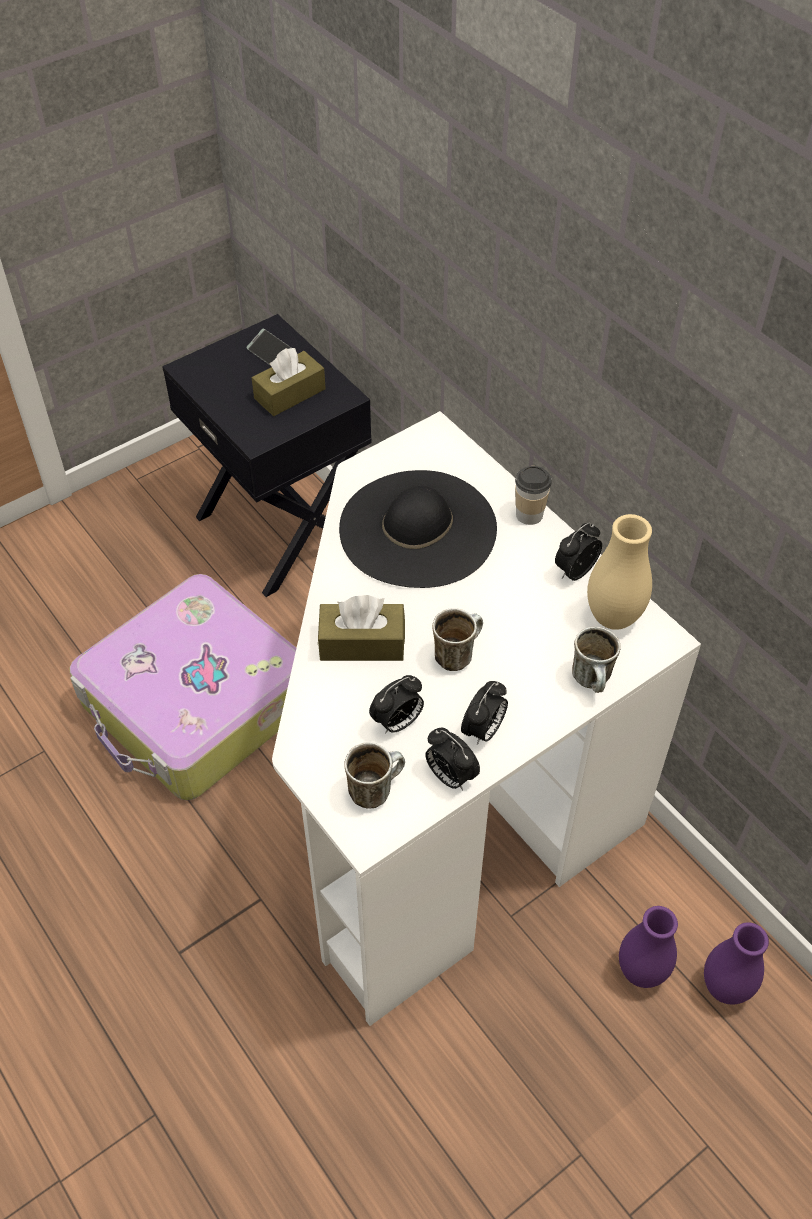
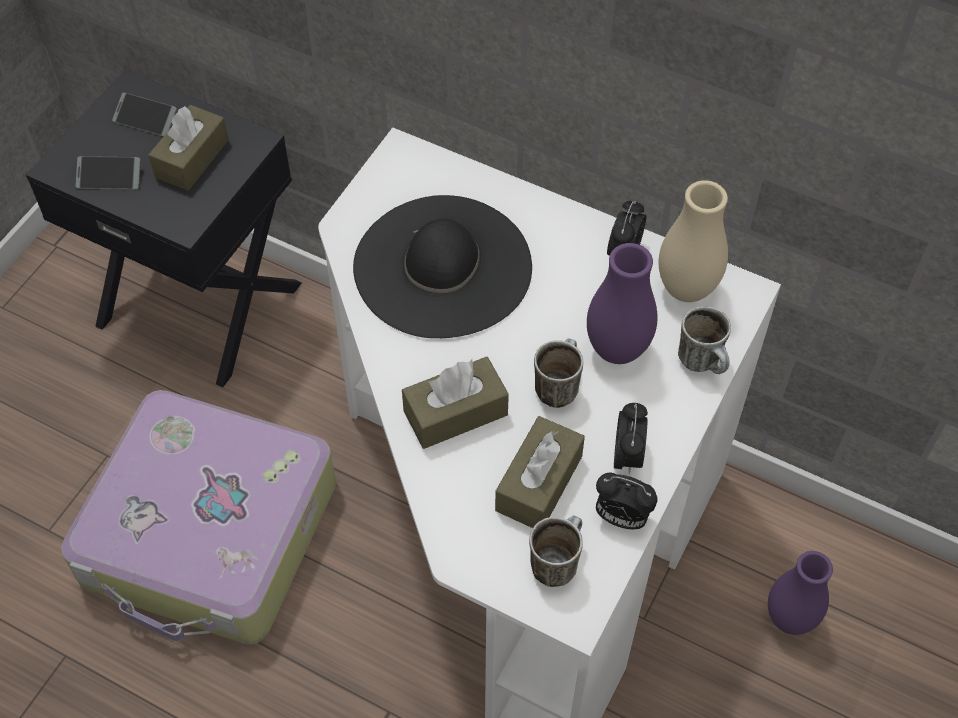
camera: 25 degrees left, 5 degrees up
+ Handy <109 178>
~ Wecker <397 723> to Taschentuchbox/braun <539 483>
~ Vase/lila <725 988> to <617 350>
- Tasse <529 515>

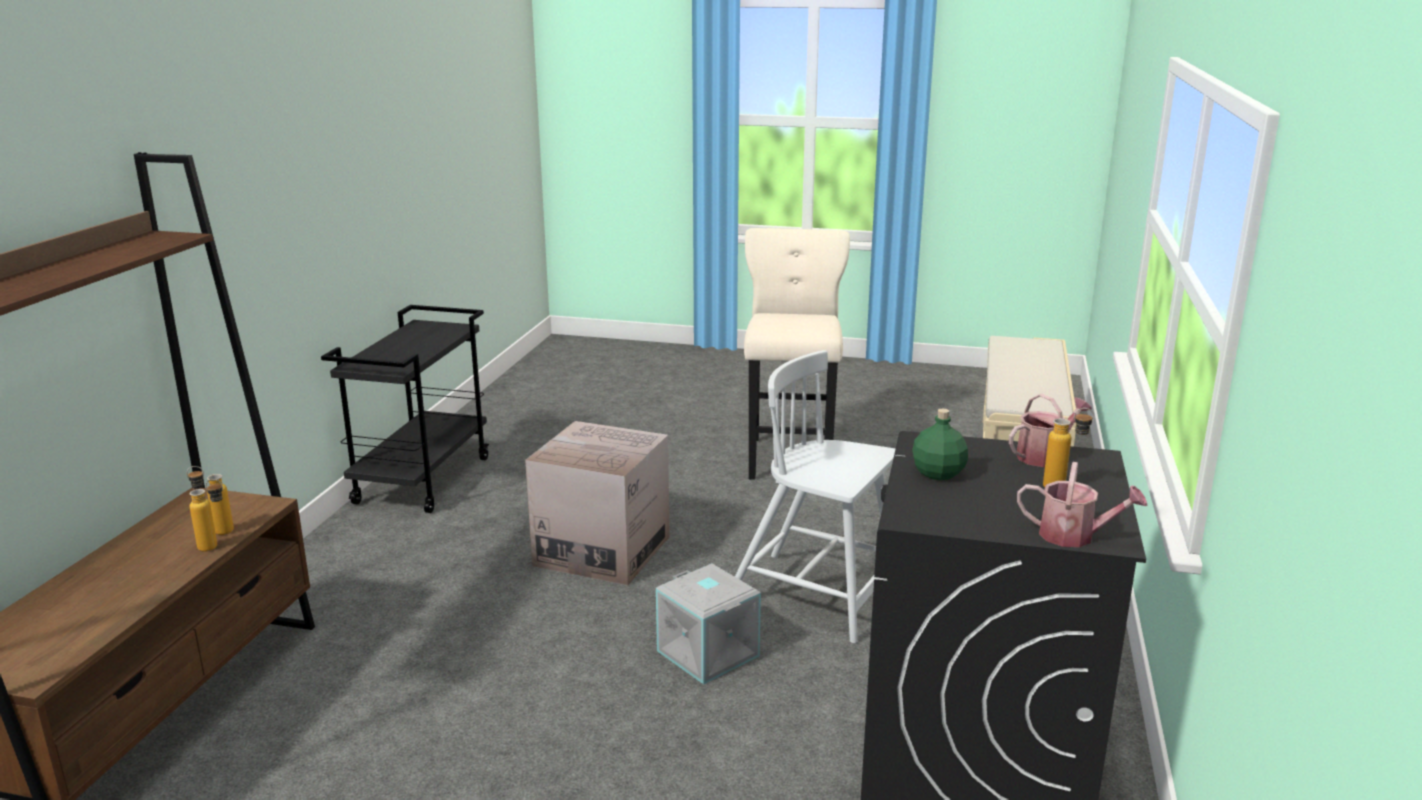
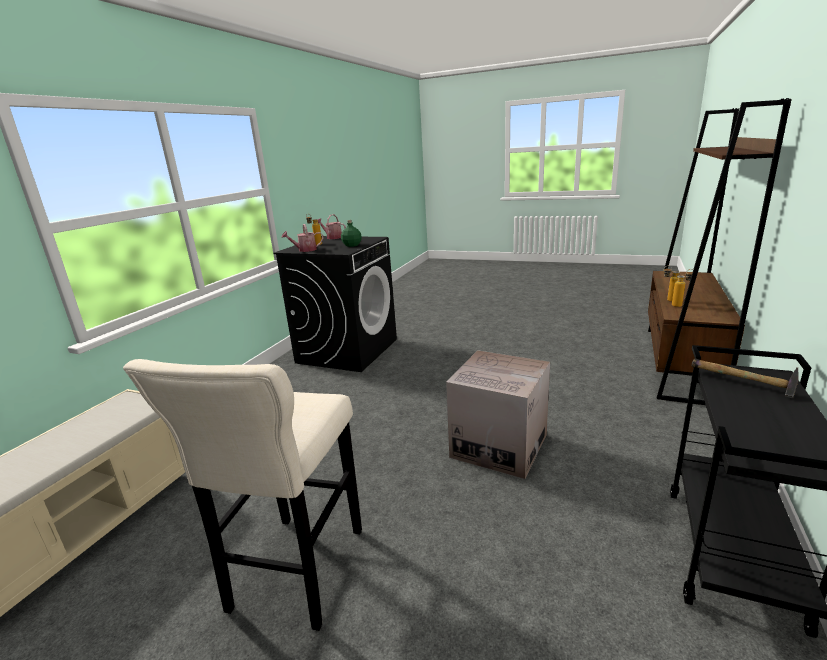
camera: 170 degrees left, 0 degrees up
+ Hammer <743 384>
- Aufbewahrungsbox/grau <709 653>
- Stuhl/weiß <815 597>

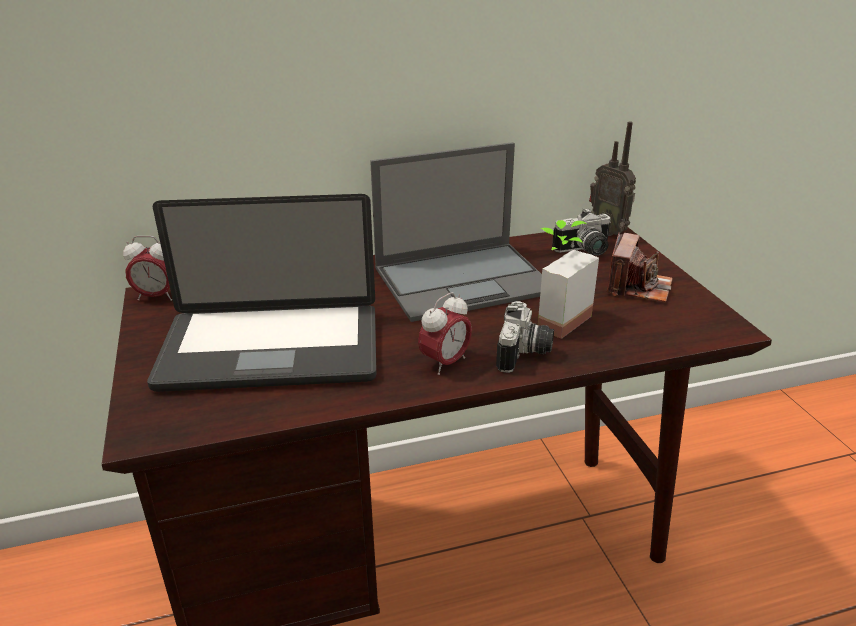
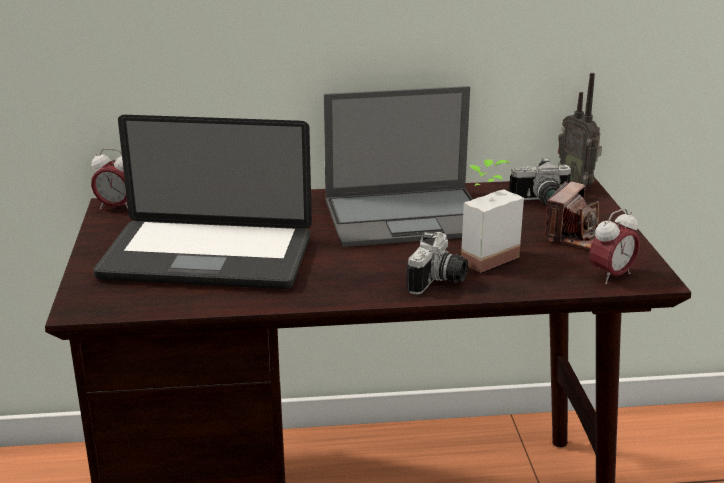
camera: 10 degrees right, 5 degrees down
~ Wecker <445 363> to <611 276>

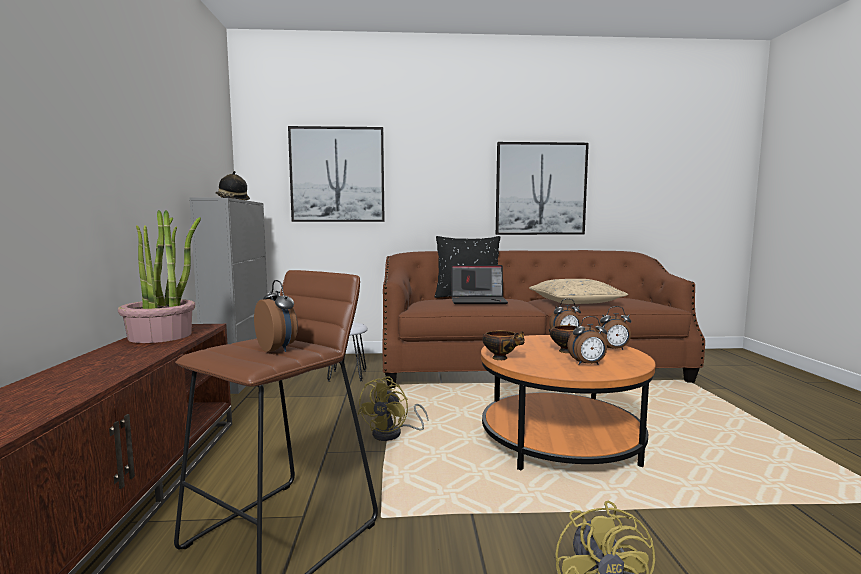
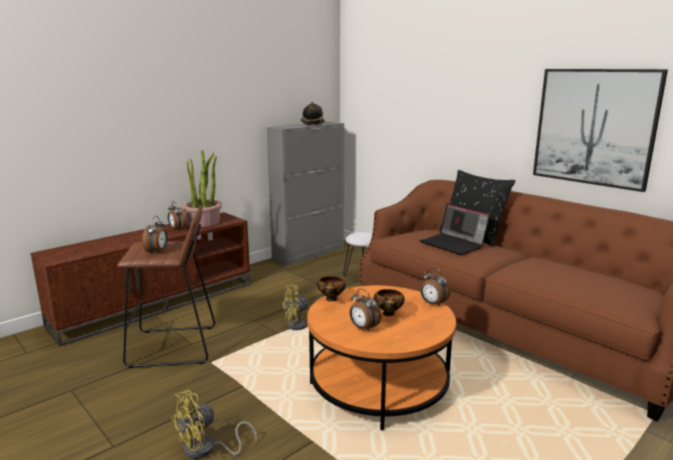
camera: 50 degrees right, 10 degrees up
~ Wecker <613 349> to <177 229>
- Bild <337 175>
- Kissen/beige <574 302>

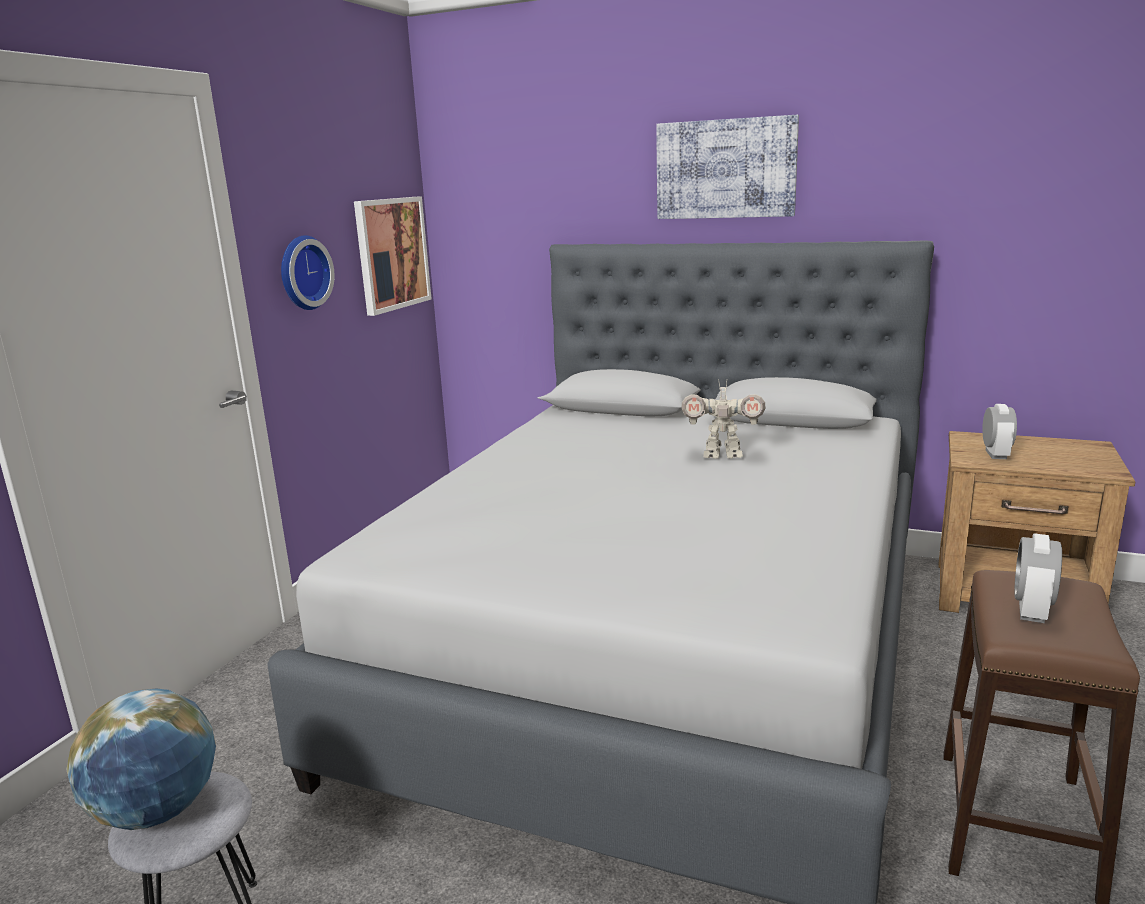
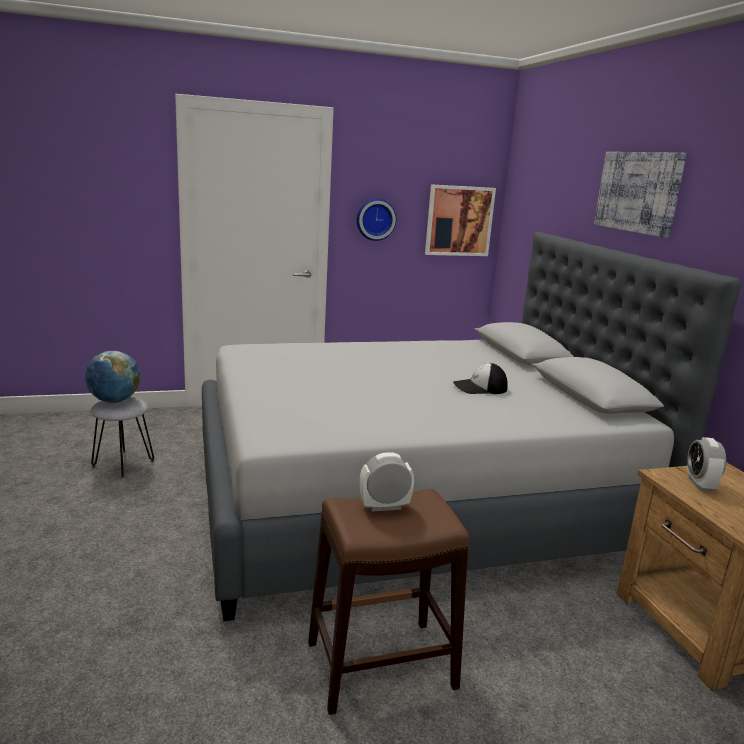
camera: 50 degrees right, 0 degrees up
~ Spielzeugroboter <722 455> to Kappe <480 388>
~ Wecker <995 454> = <700 484> 120 degrees clockwise

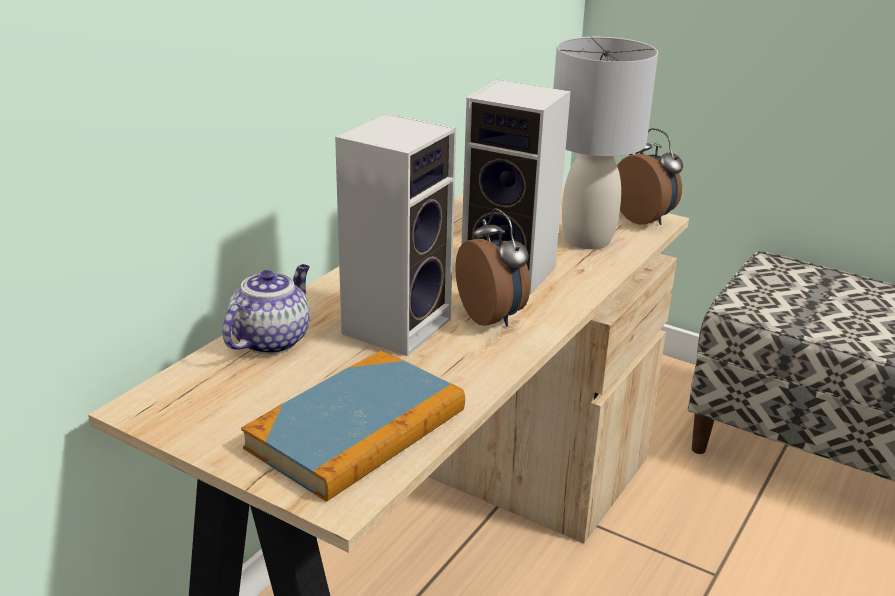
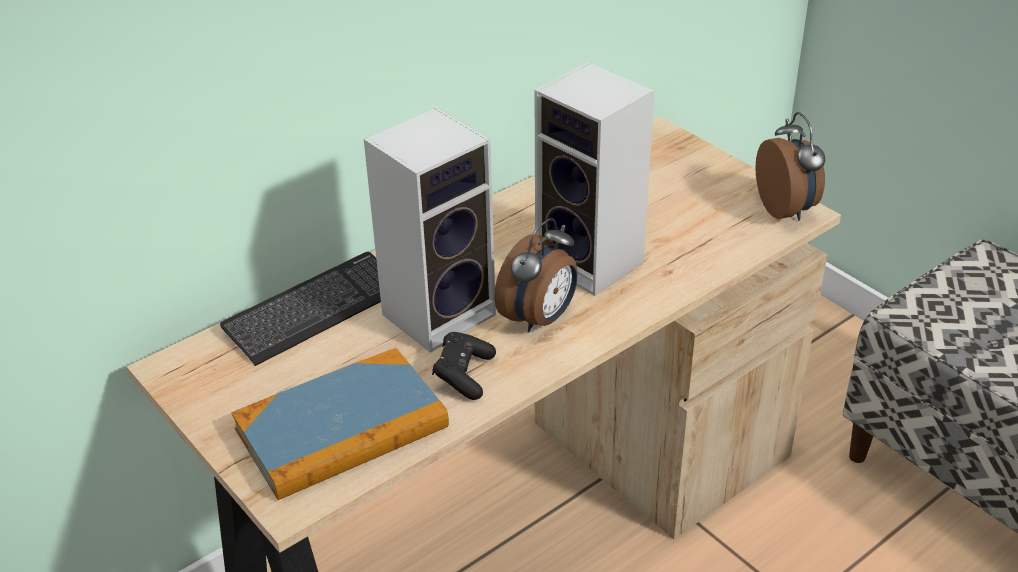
camera: 20 degrees right, 10 degrees up
~ Teekanne <271 340> to Tastatur <315 310>
+ Gamepad/schwarz <463 375>
~ Wecker <493 317> = <540 319> 45 degrees clockwise
- Tischlampe/grau <586 239>

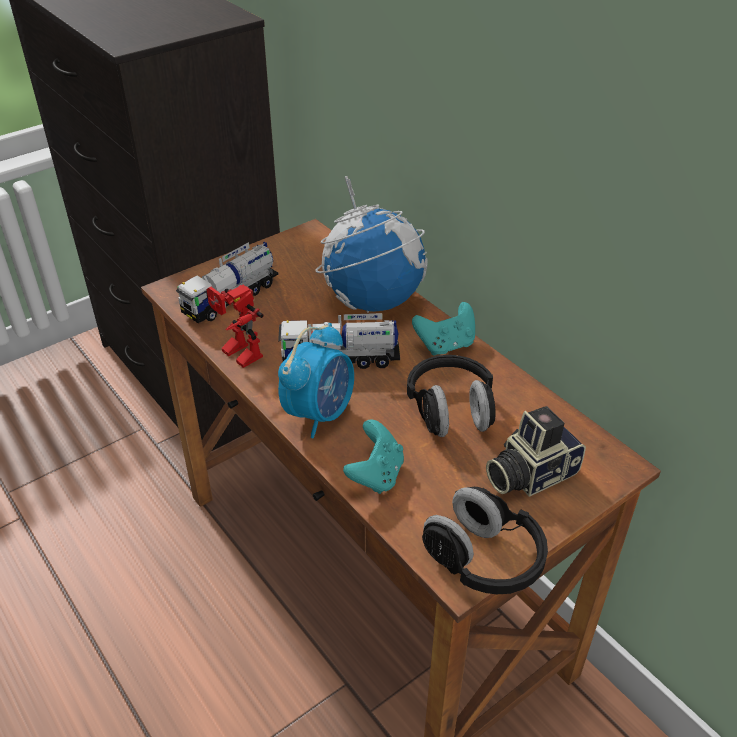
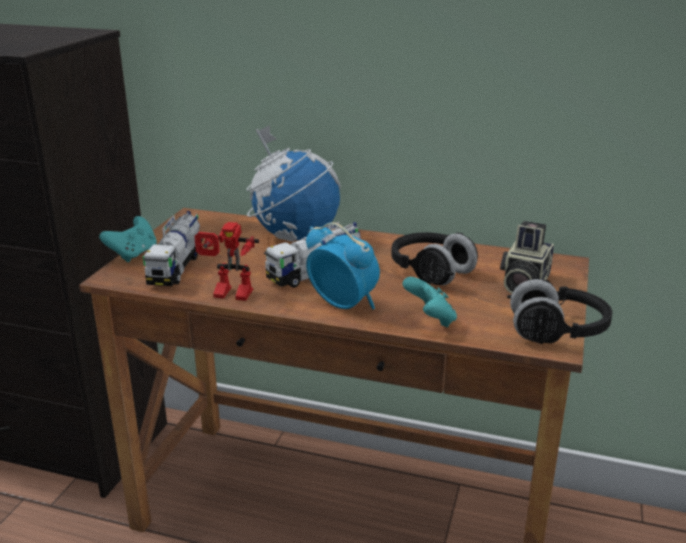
camera: 35 degrees left, 15 degrees down
~ Gamepad/türkis <445 345> to <133 254>
~ Wecker <320 413> = <343 304> 45 degrees counterclockwise

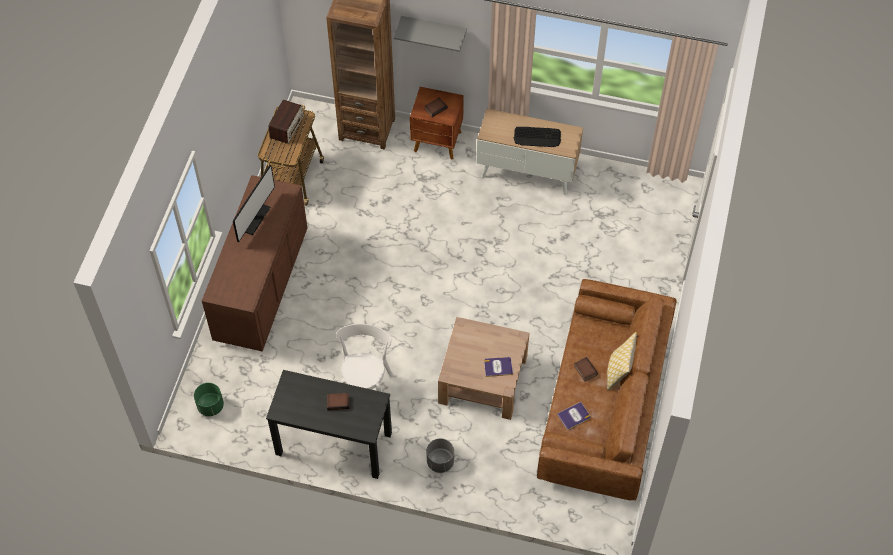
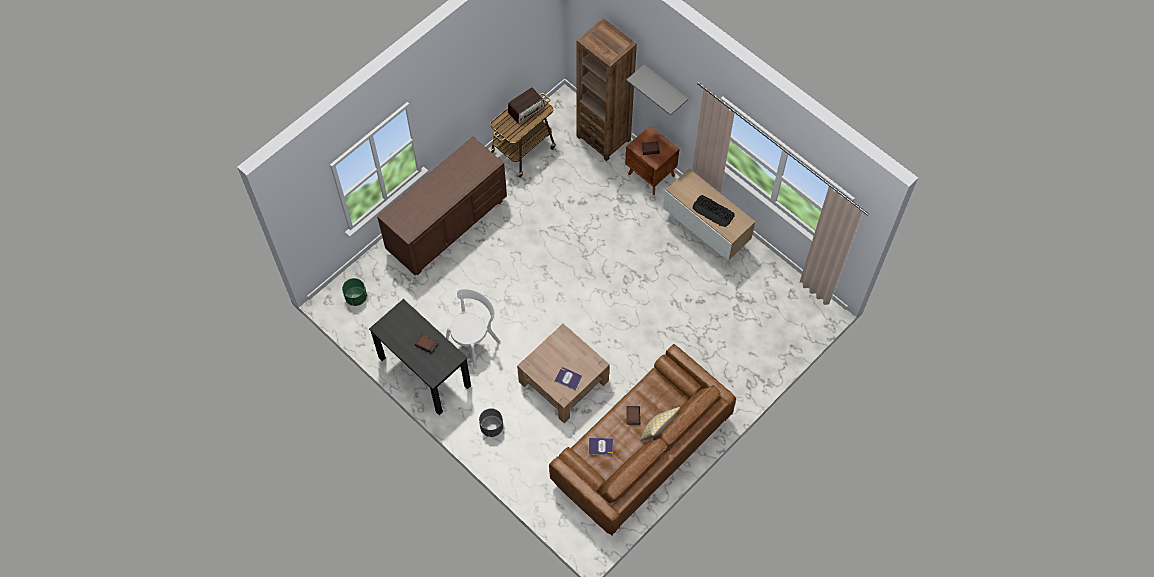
camera: 30 degrees right, 5 degrees up
- Monitor <254 218>

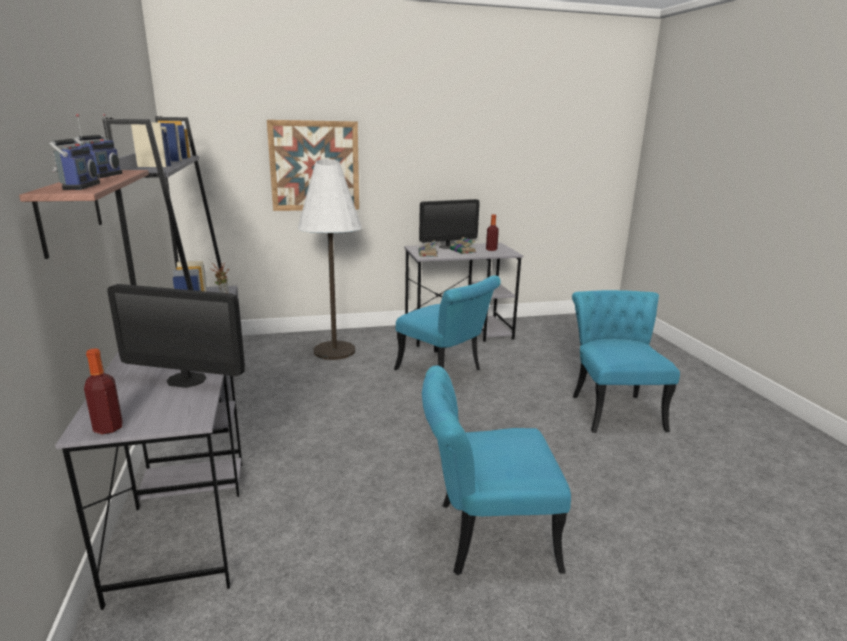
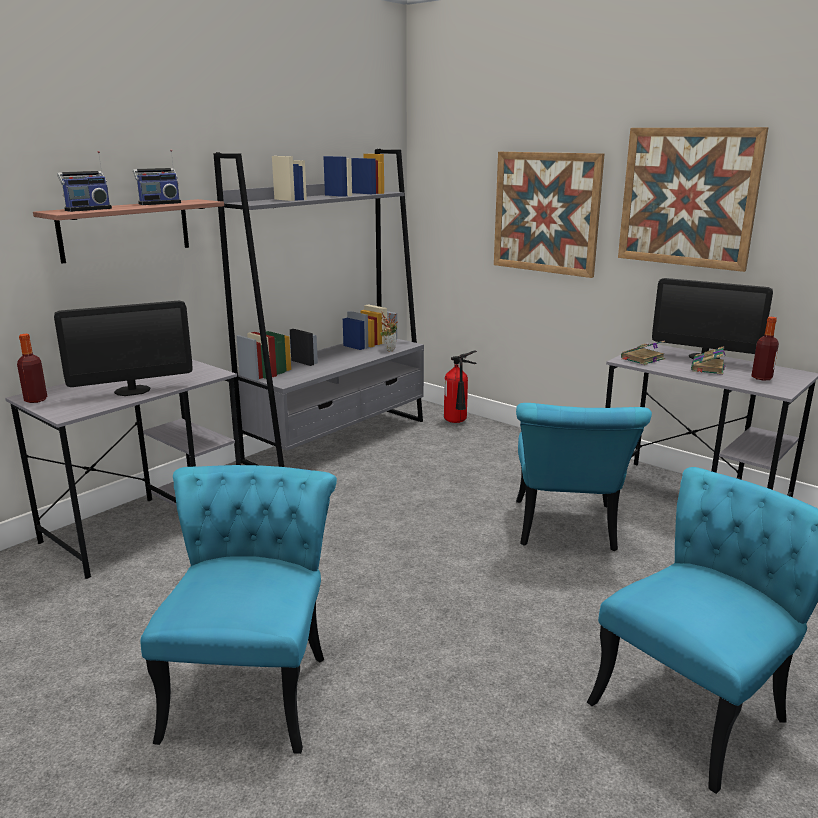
camera: 55 degrees right, 0 degrees up
~ Monitor <186 379> = <132 390> 90 degrees counterclockwise
~ Stuhl/türkis <483 536> = <253 684> 45 degrees clockwise
+ Feuerlöscher <457 422>
+ Bild <688 197>
- Stehlampe/weiß <334 351>

